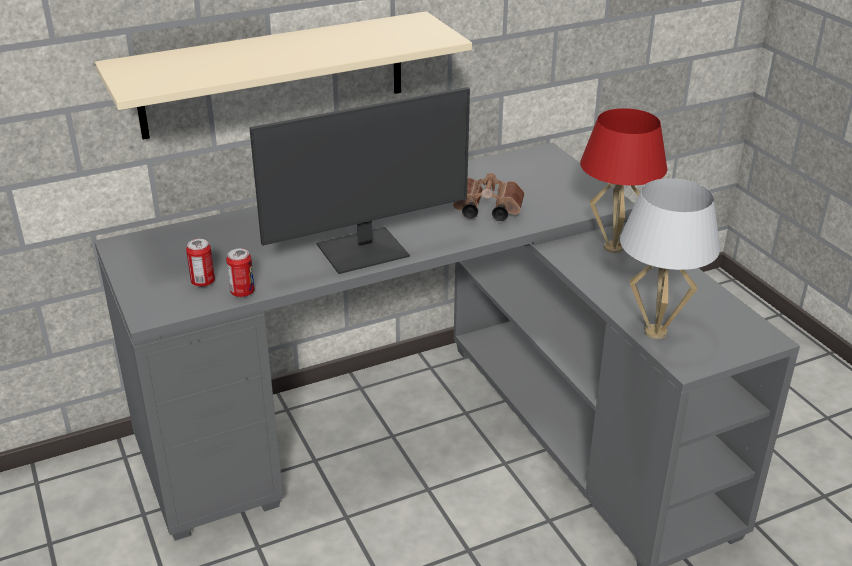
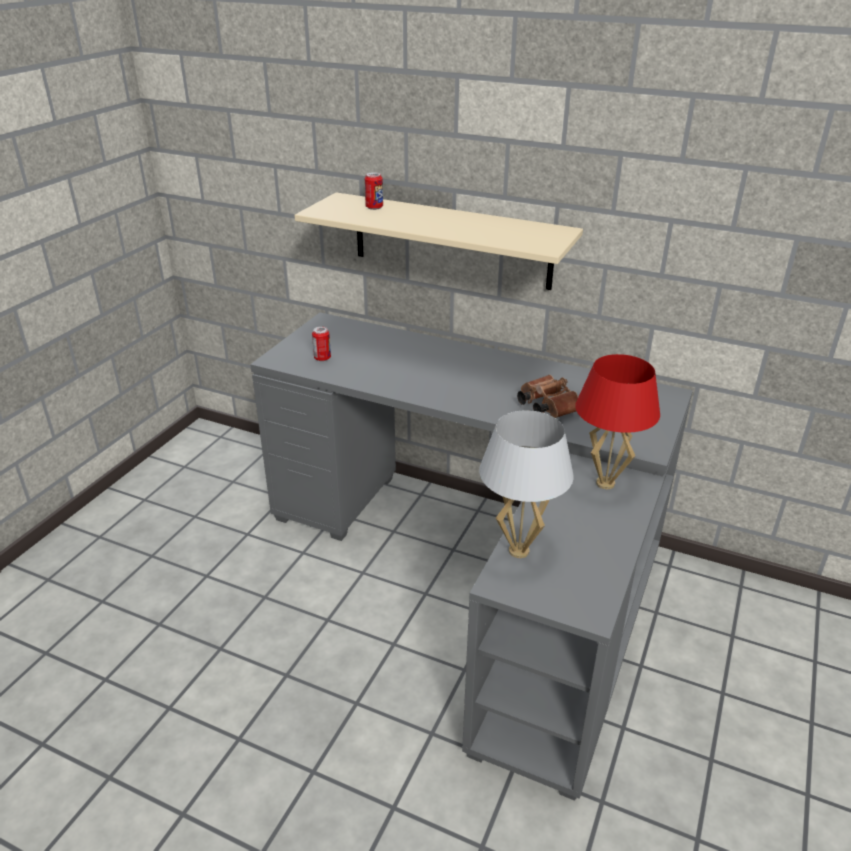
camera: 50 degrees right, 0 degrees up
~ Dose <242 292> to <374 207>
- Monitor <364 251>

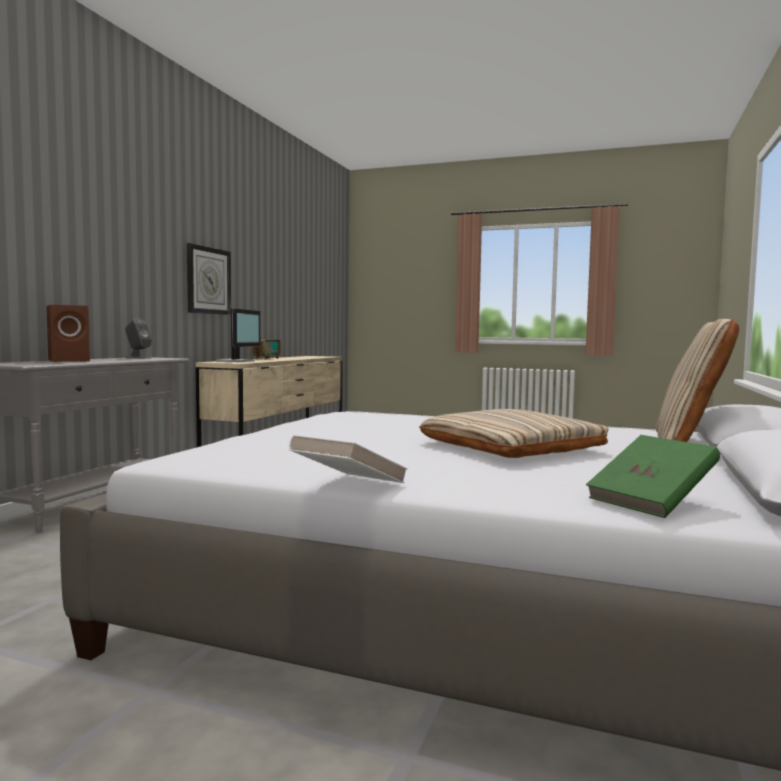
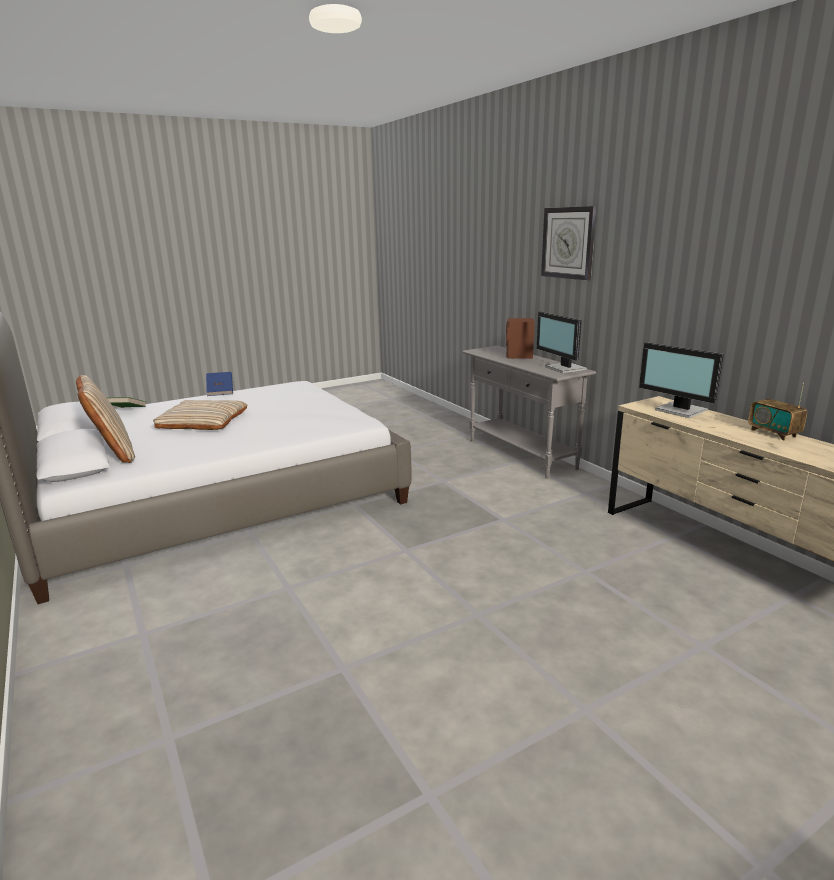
camera: 130 degrees right, 15 degrees up
~ Buch/weiß <348 486> to Buch/blau <220 391>
~ Lautsprecher/grau <138 358> to Monitor <564 368>
~ Wanduhr <208 280> to <568 243>

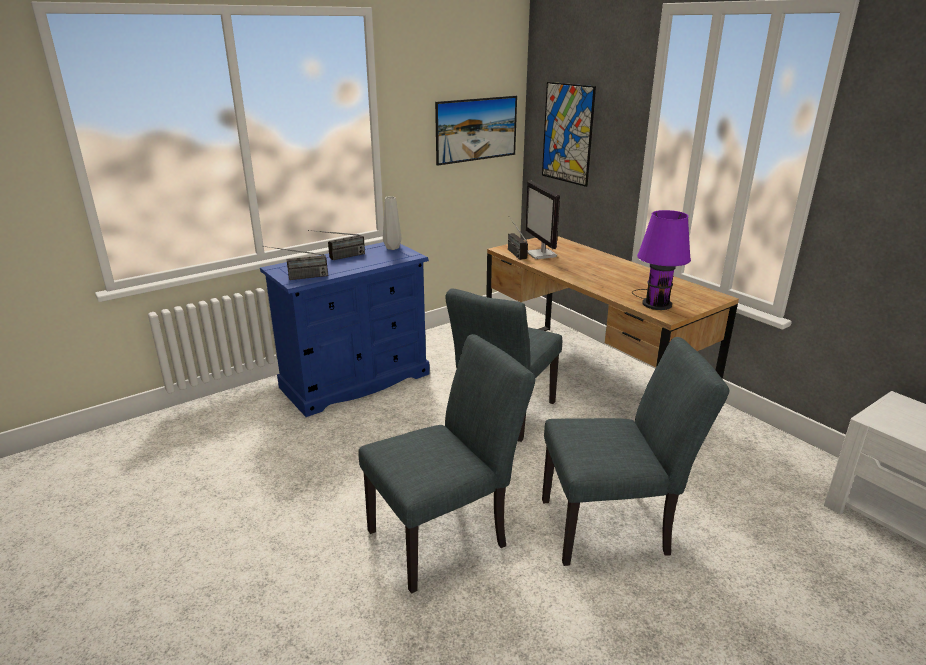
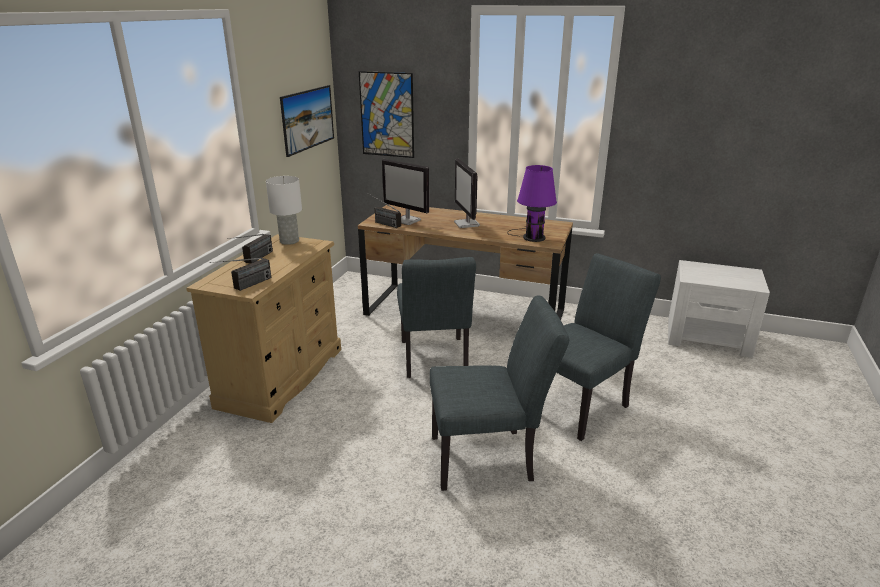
camera: 35 degrees left, 0 degrees up
~ Kommode/blau <356 381> to Kommode/beige <282 377>
~ Vase/grau <392 248> to Tischlampe/weiß <290 241>
~ Stuhl/grau <446 535> = <490 458> 60 degrees clockwise
+ Monitor <467 224>

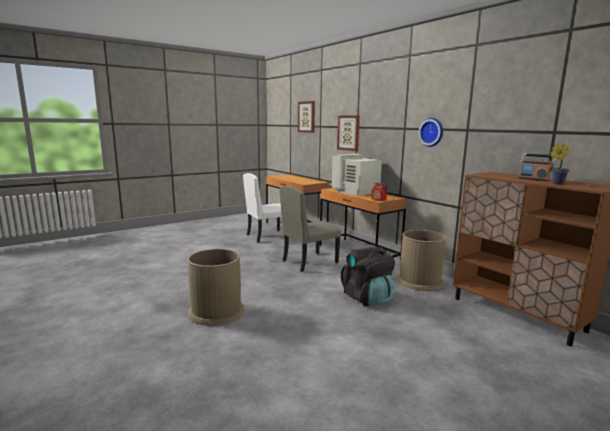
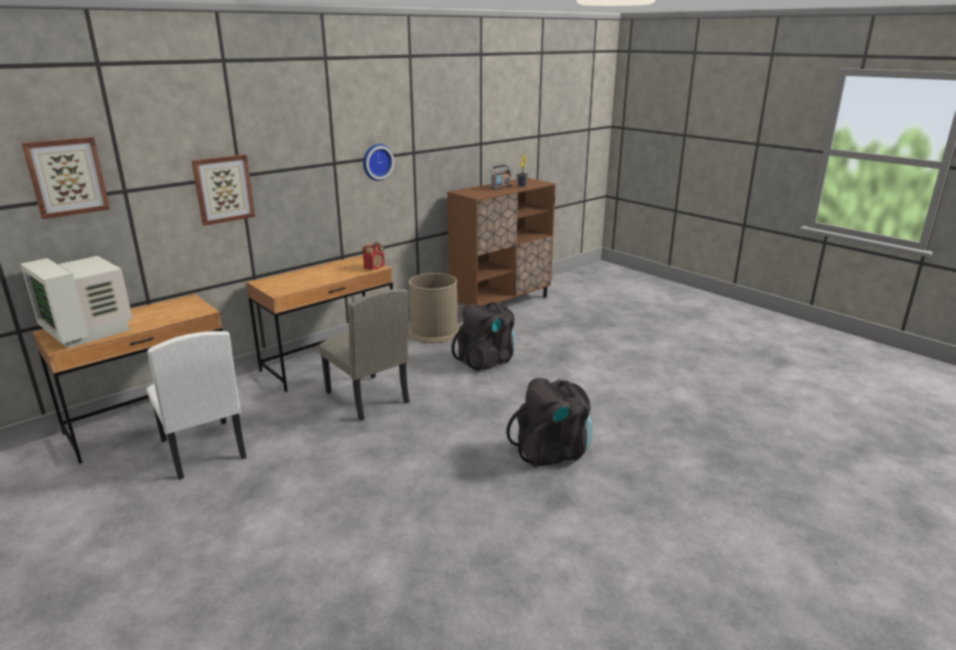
camera: 95 degrees left, 10 degrees up
~ Monitor <356 192> to <89 330>
~ Mülleimer/braun <216 311> to Rucksack/schwarz <552 452>

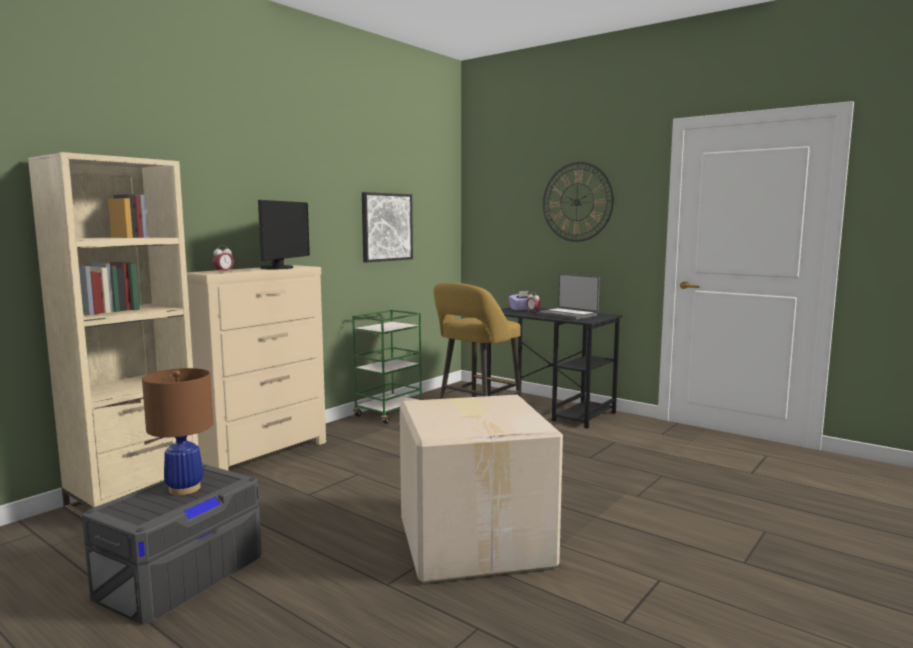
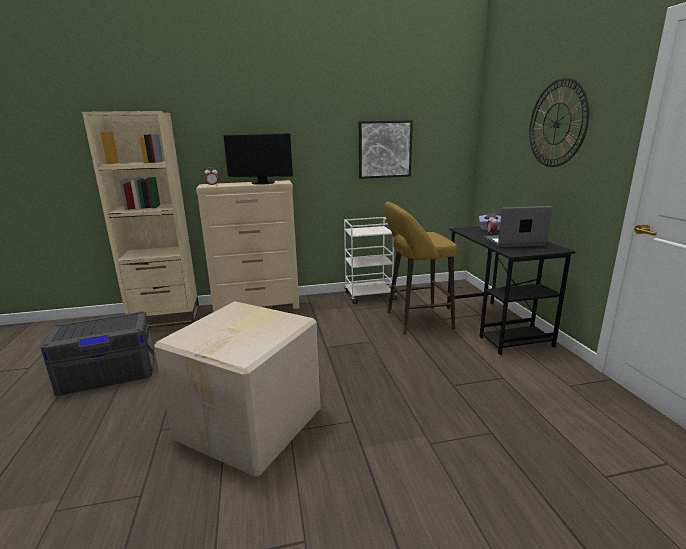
camera: 40 degrees right, 10 degrees up
~ Monitor <280 268> = <262 183> 45 degrees clockwise
~ Rollwagen/grün <389 414> to Rollwagen/weiß <369 296>
~ Laptop <568 315> = <514 242> 90 degrees clockwise
- Tischlampe/braun <185 489>

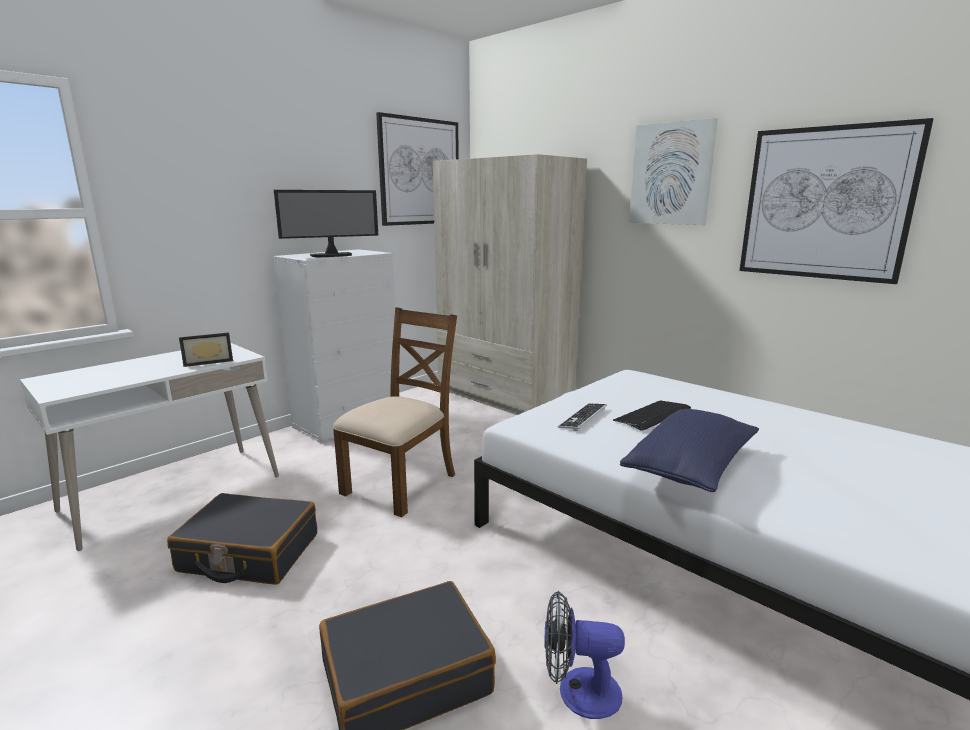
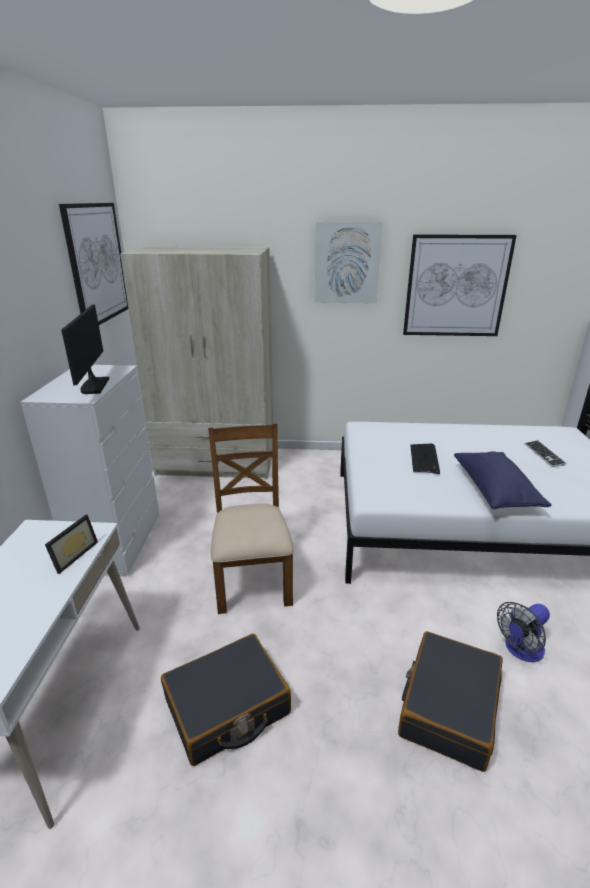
camera: 40 degrees left, 10 degrees up
~ Monitor <331 256> = <94 386> 150 degrees clockwise
~ Tastatur <583 418> to <544 454>

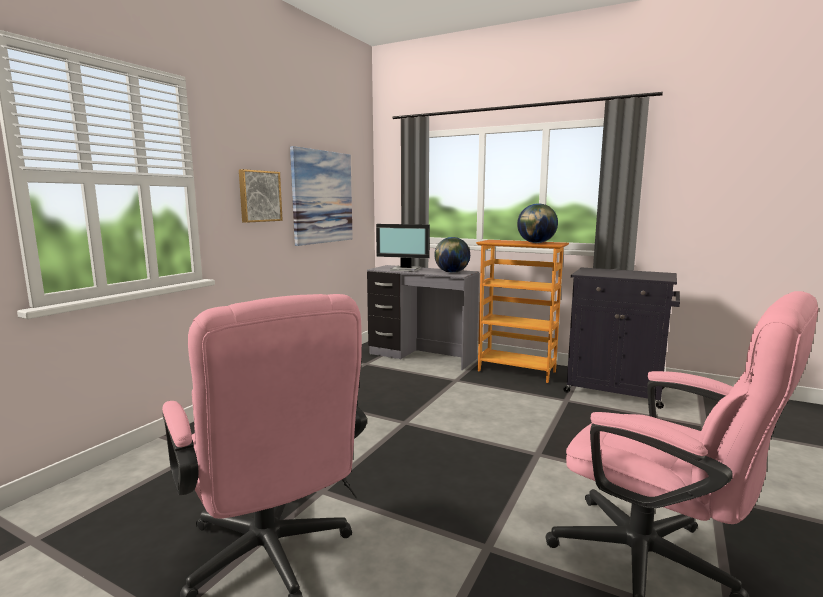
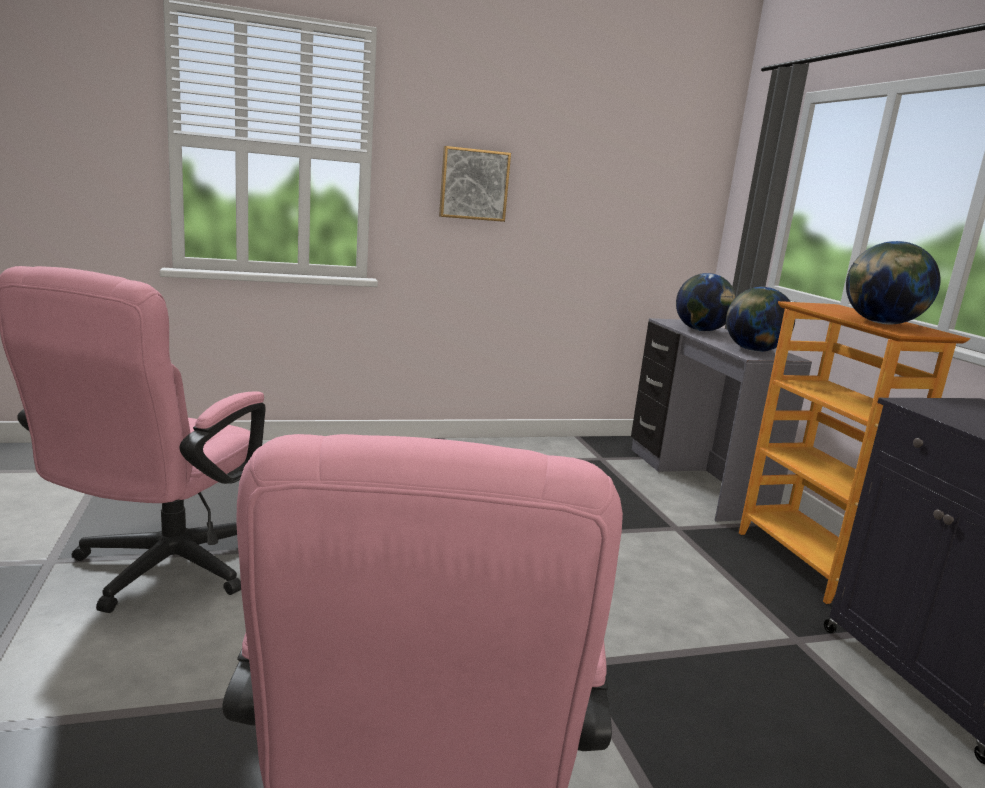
camera: 45 degrees right, 5 degrees up
~ Monitor <405 269> to Globus <701 330>
- Bild <322 197>

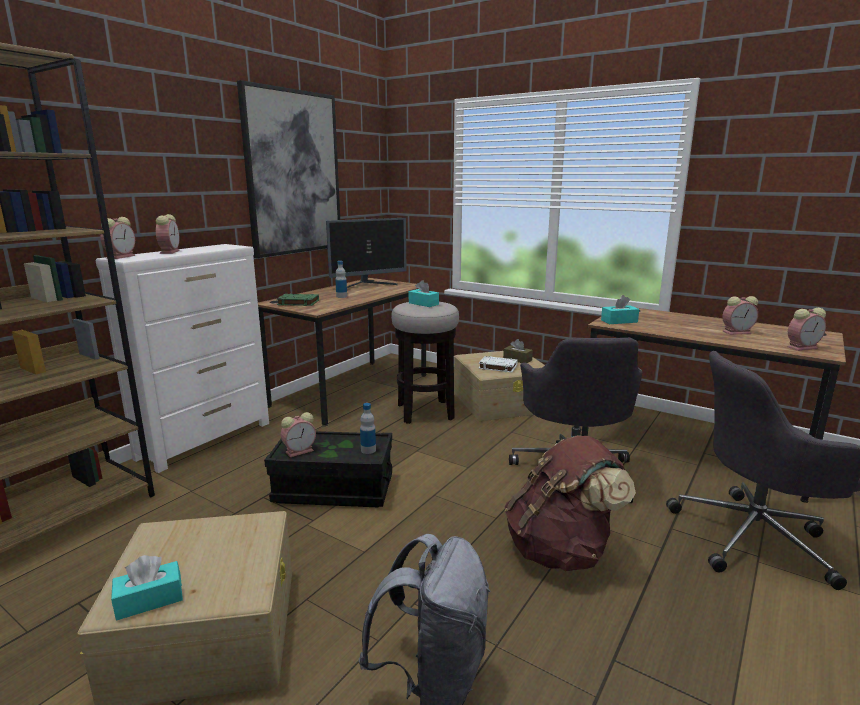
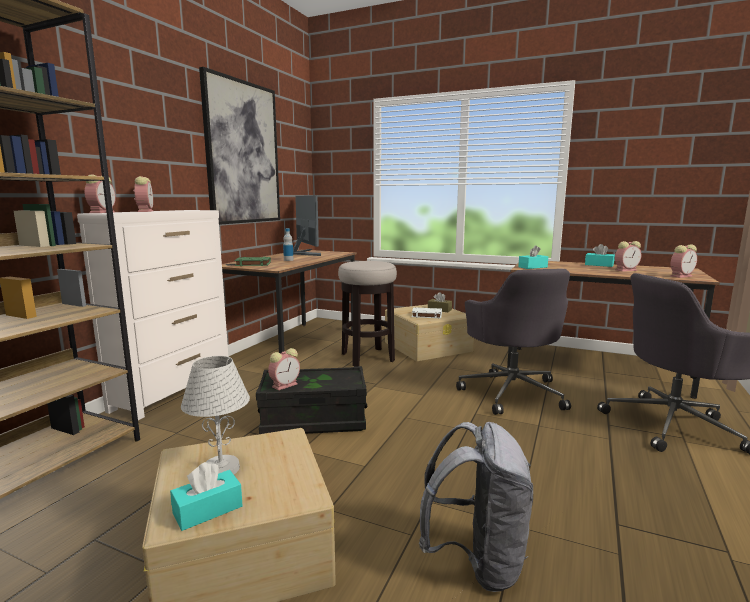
camera: 10 degrees left, 5 degrees down
+ Tischlampe/weiß <220 469>
~ Monitor <368 285> = <304 253> 75 degrees counterclockwise
~ Taschentuchbox/türkis <423 304> to <599 265>
- Flasche <368 450>
- Rucksack/braun <561 551>

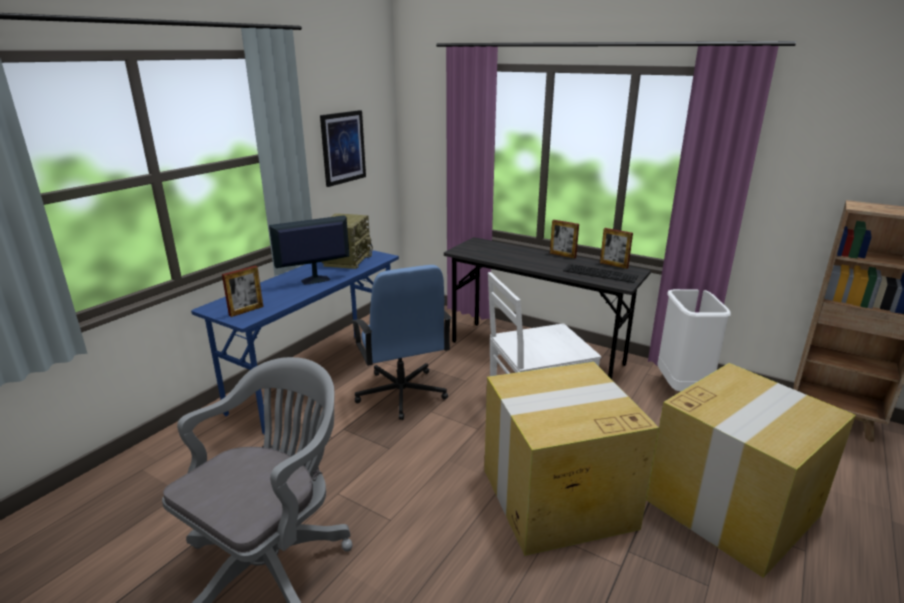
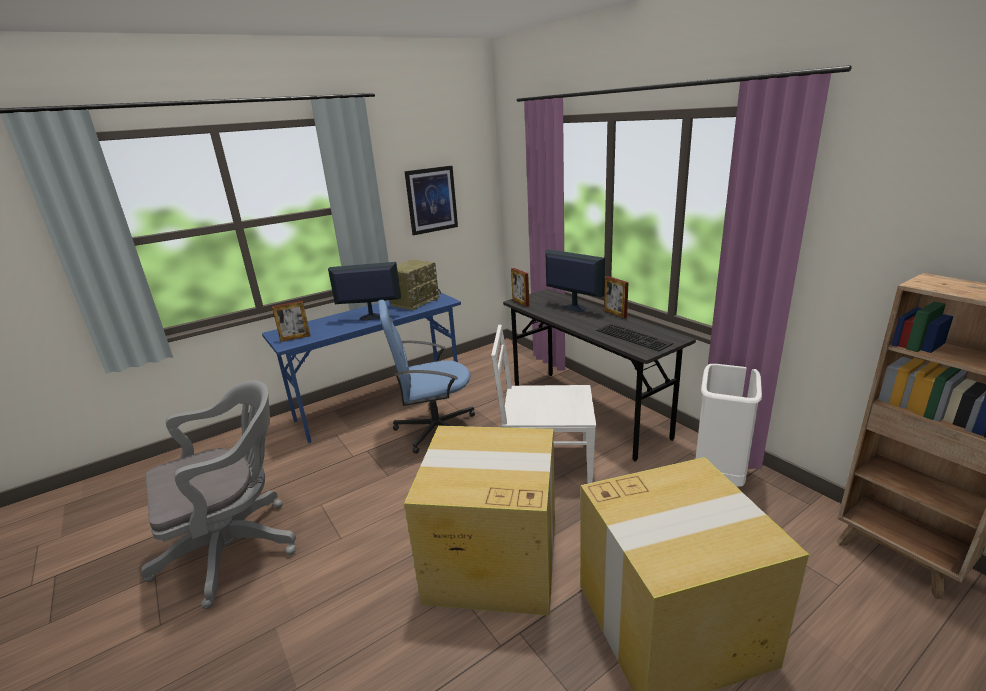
camera: 25 degrees right, 0 degrees up
~ Bürostuhl/blau <401 394> = <434 429> 75 degrees clockwise
~ Bilderrahmen <613 265> to <520 302>
+ Monitor <574 308>

